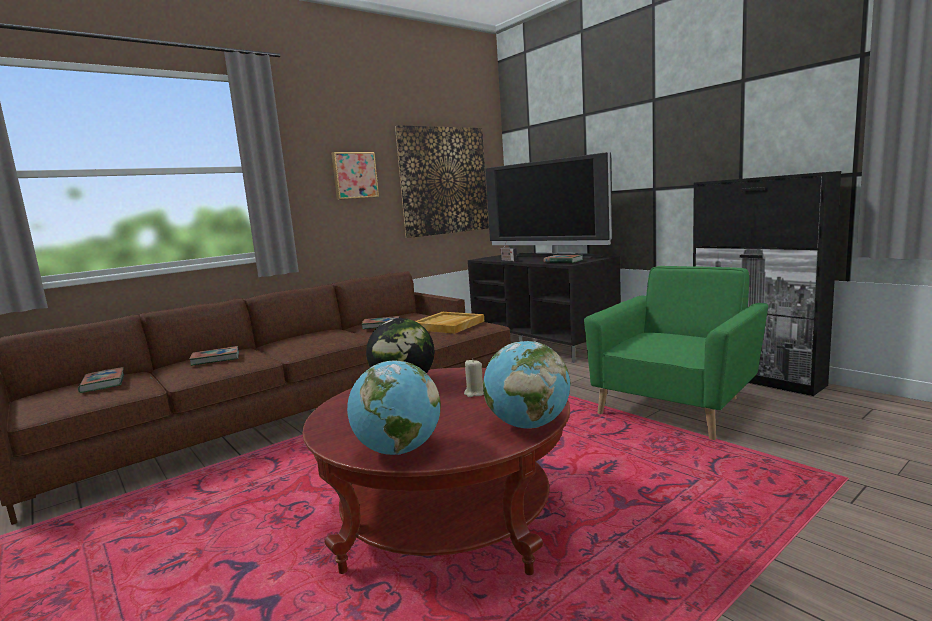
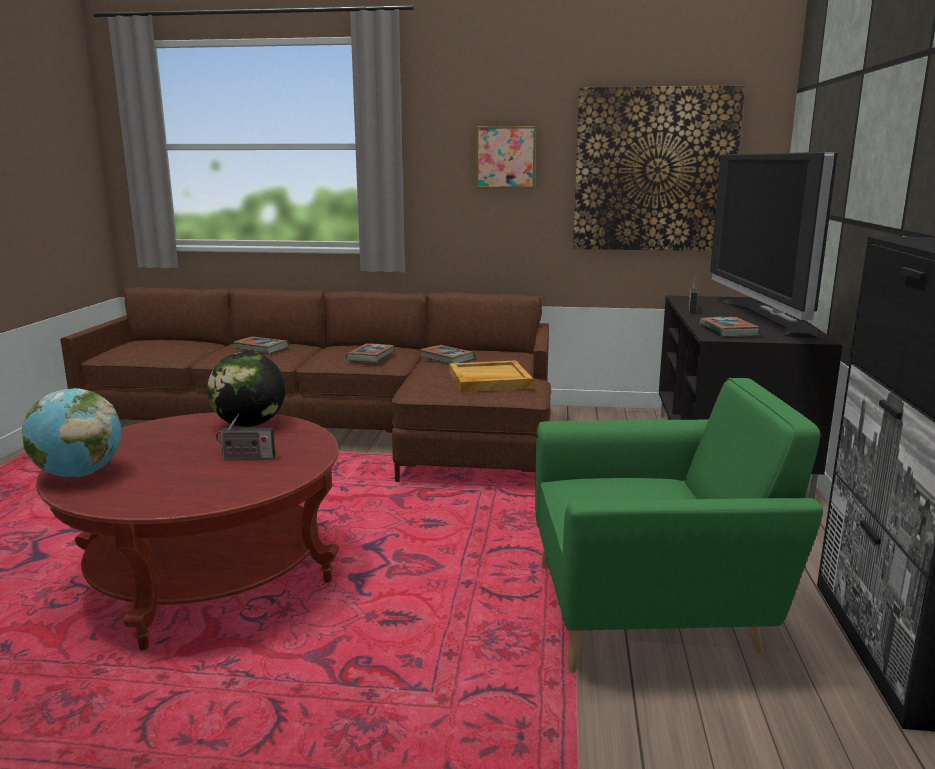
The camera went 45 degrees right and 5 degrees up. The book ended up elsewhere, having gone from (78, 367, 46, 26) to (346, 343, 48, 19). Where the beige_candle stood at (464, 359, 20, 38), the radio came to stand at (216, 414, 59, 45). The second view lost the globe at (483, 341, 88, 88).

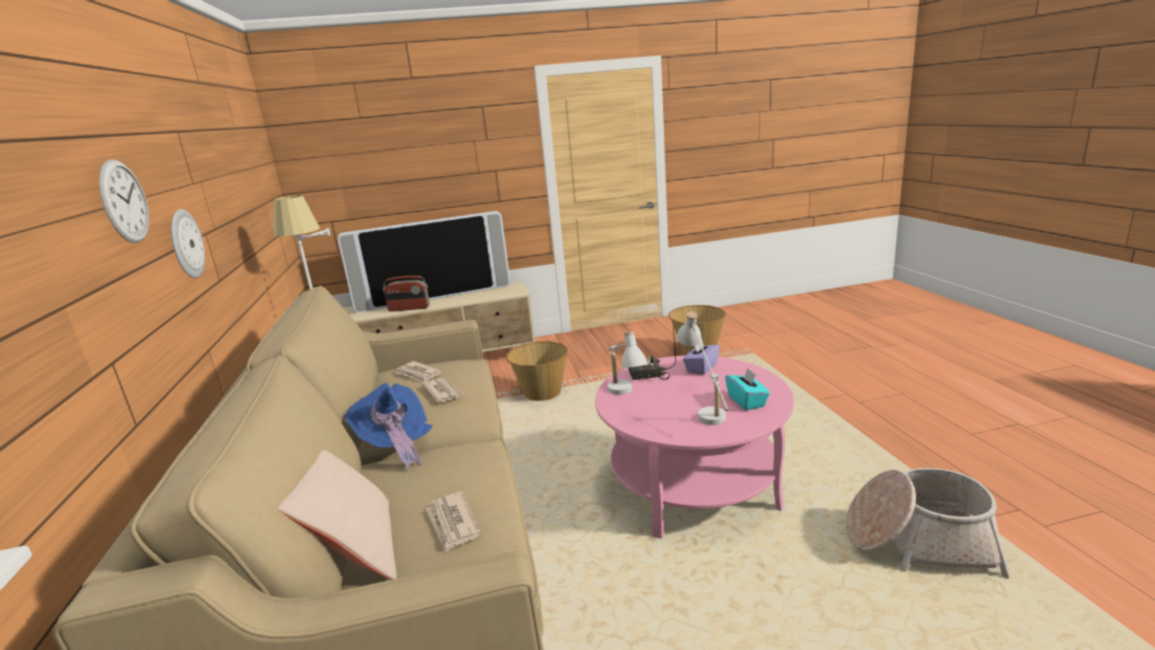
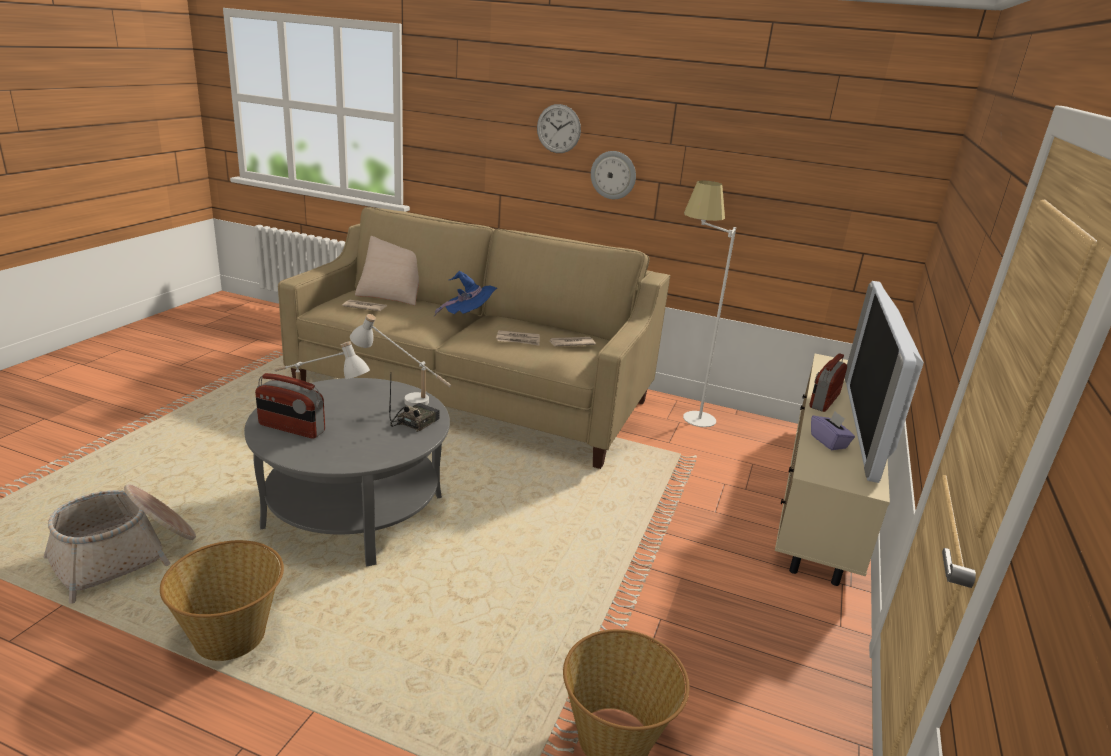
The camera went 120 degrees right and 5 degrees up. The basket ended up elsewhere, having gone from (506, 341, 62, 60) to (160, 540, 124, 121). What was the pink_coffee_table at (595, 355, 199, 184) turned into the grey_coffee_table at (244, 378, 206, 188). The purple_tissue_box ended up elsewhere, having gone from (683, 338, 36, 37) to (811, 411, 44, 39). Where the turquoise_tissue_box stood at (725, 367, 45, 43), the radio came to stand at (255, 373, 70, 65).

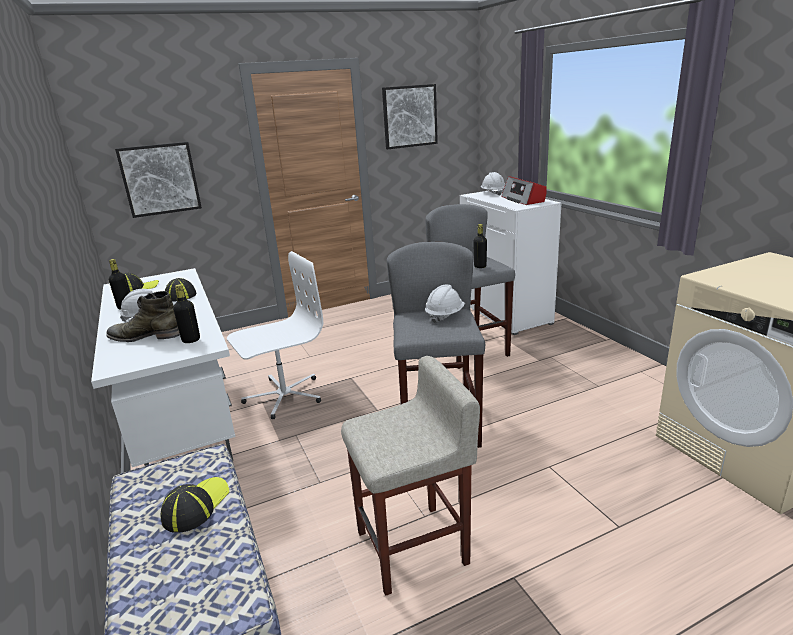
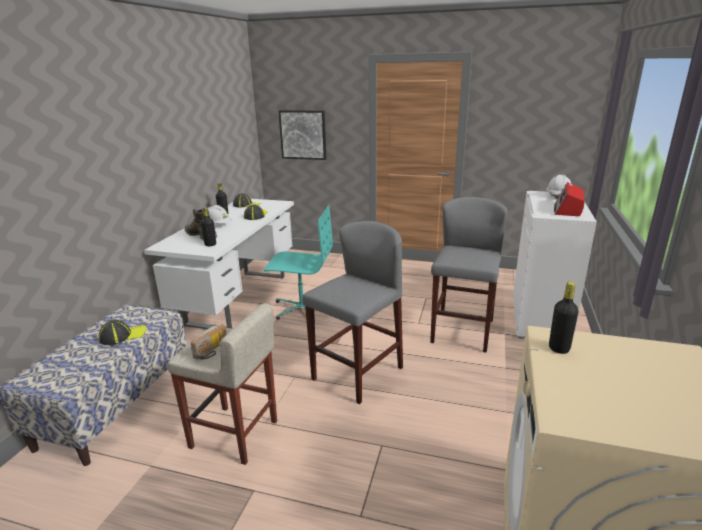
The camera went 40 degrees right and 0 degrees up. What was the white_office_chair at (227, 251, 96, 168) turned into the turquoise_office_chair at (264, 205, 69, 115). The second view lost the picture at (382, 84, 56, 65). The second view lost the white_hard_hat at (425, 284, 40, 39). The black_bottle ended up elsewhere, having gone from (473, 224, 14, 44) to (549, 282, 29, 72). The second view gained the radio at (191, 325, 36, 35).

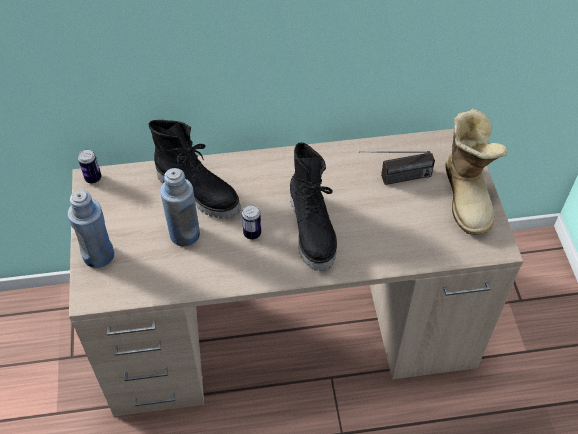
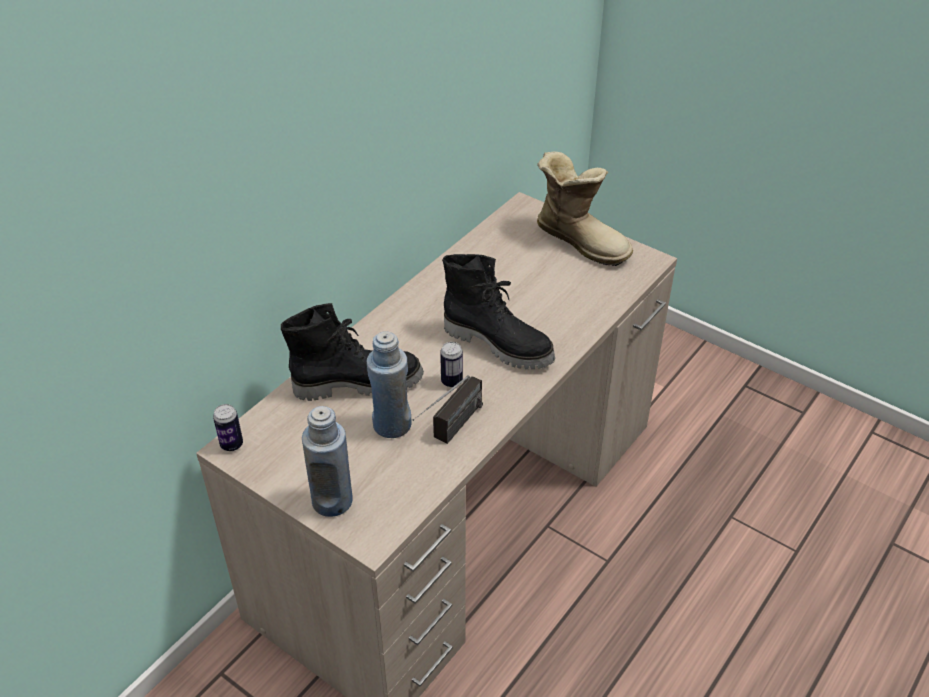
The camera went 45 degrees left and 10 degrees down. The radio ended up elsewhere, having gone from (359, 151, 76, 34) to (413, 375, 70, 69).

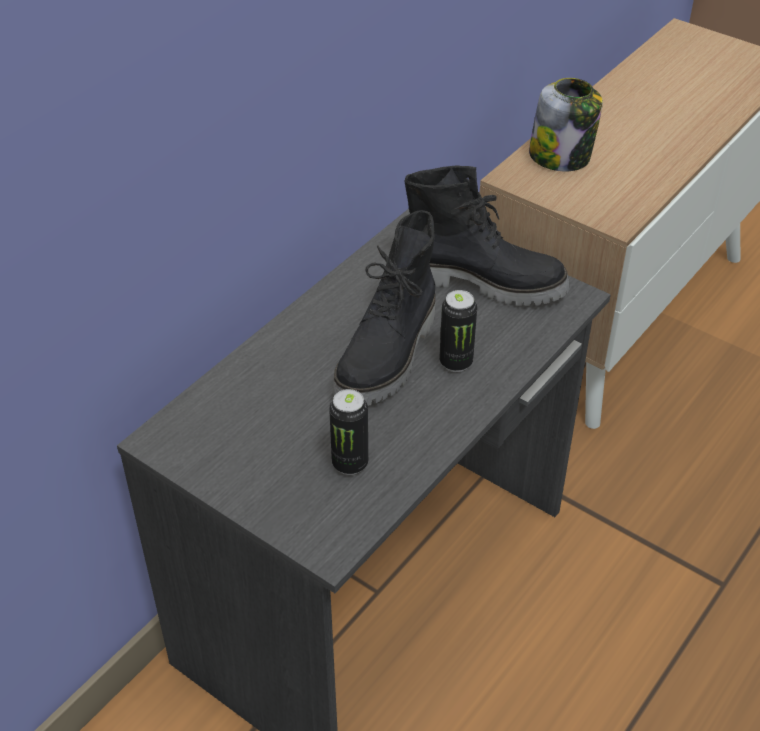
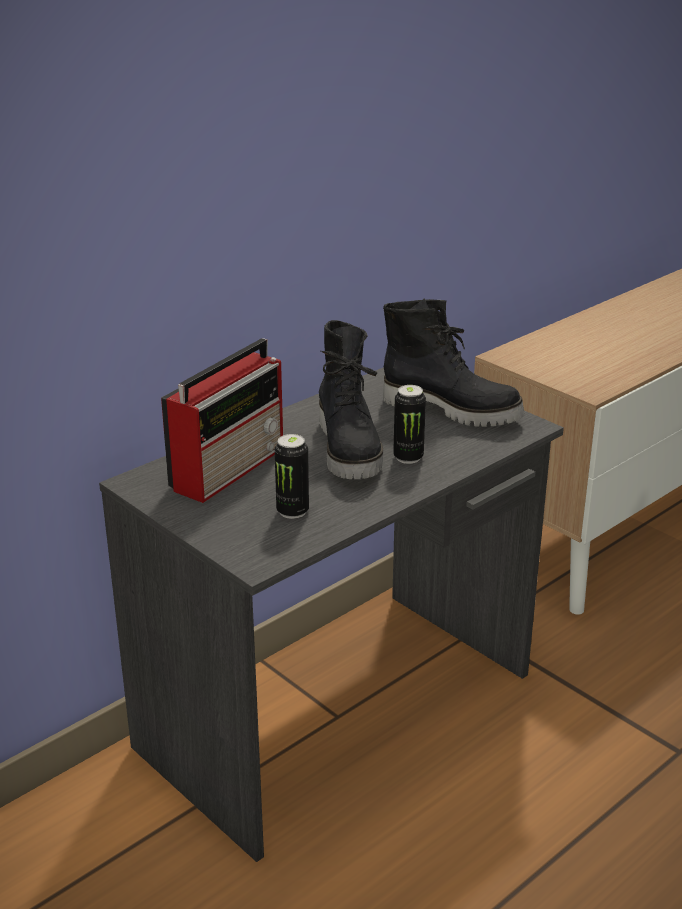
The camera went 10 degrees right and 15 degrees down. The black_boot at (333, 210, 103, 196) ended up facing another way, 45 degrees counterclockwise from before. The second view lost the jar at (529, 78, 74, 93). The second view gained the radio at (161, 338, 122, 165).

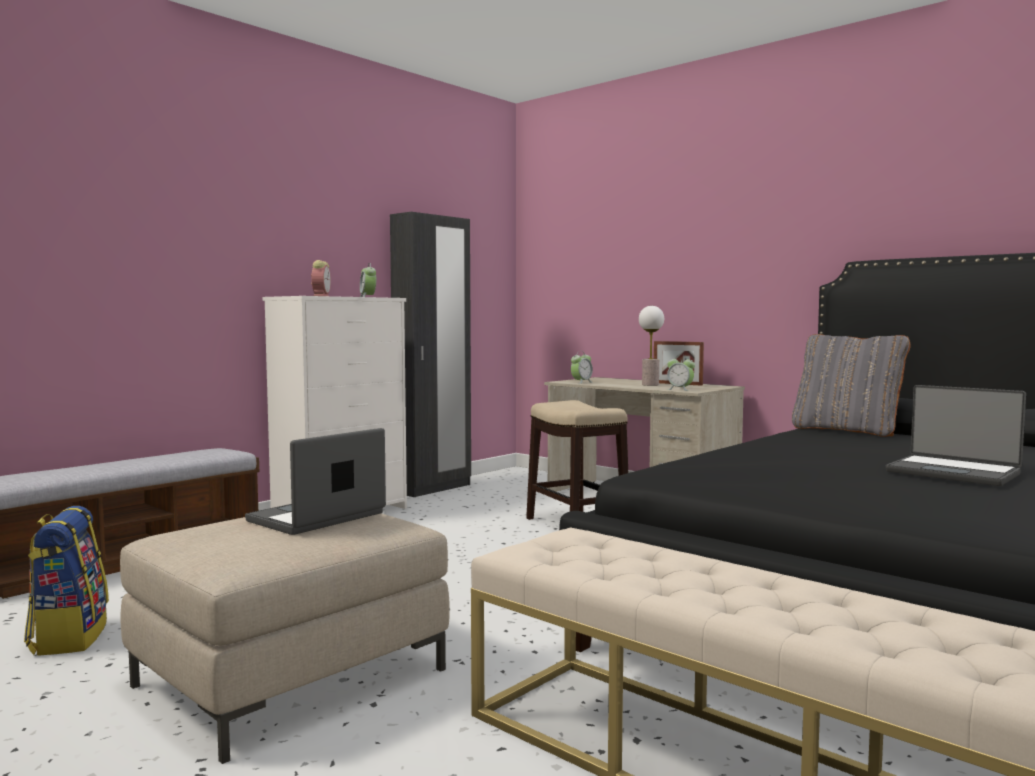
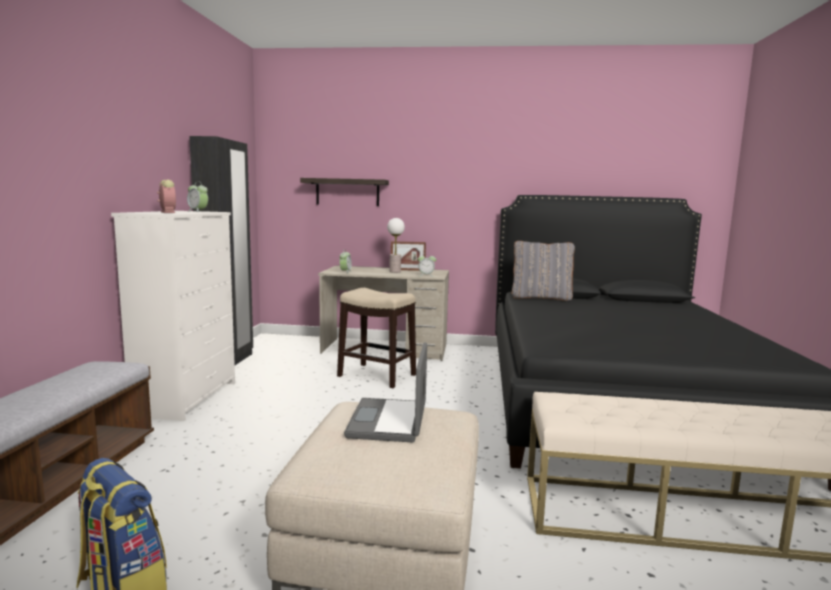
The camera went 35 degrees left and 5 degrees up. The second view lost the laptop at (886, 385, 140, 101). The second view gained the shelf at (300, 178, 89, 28).

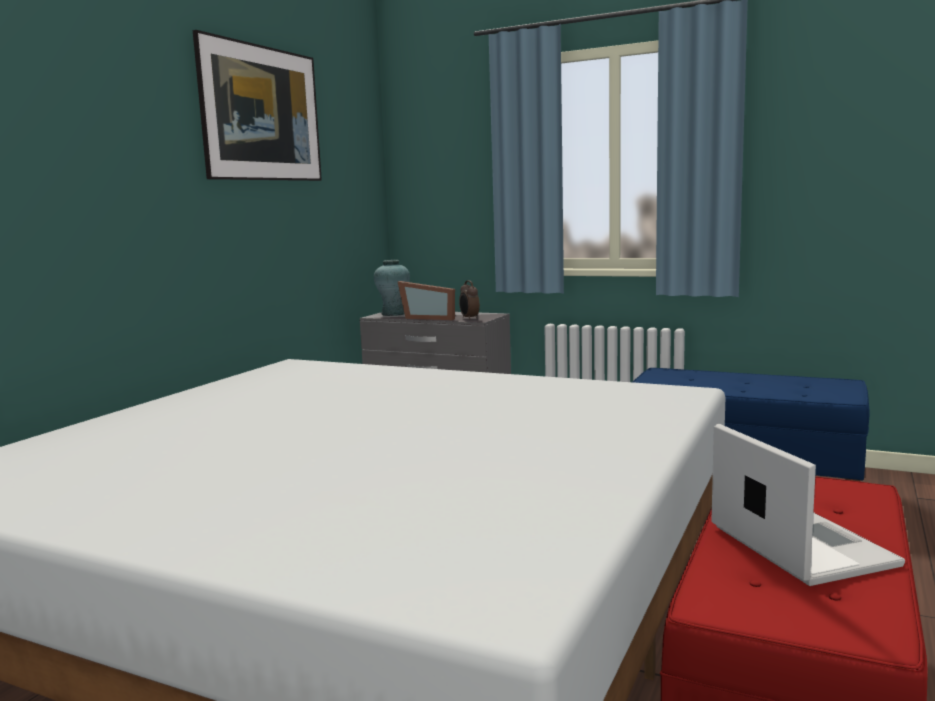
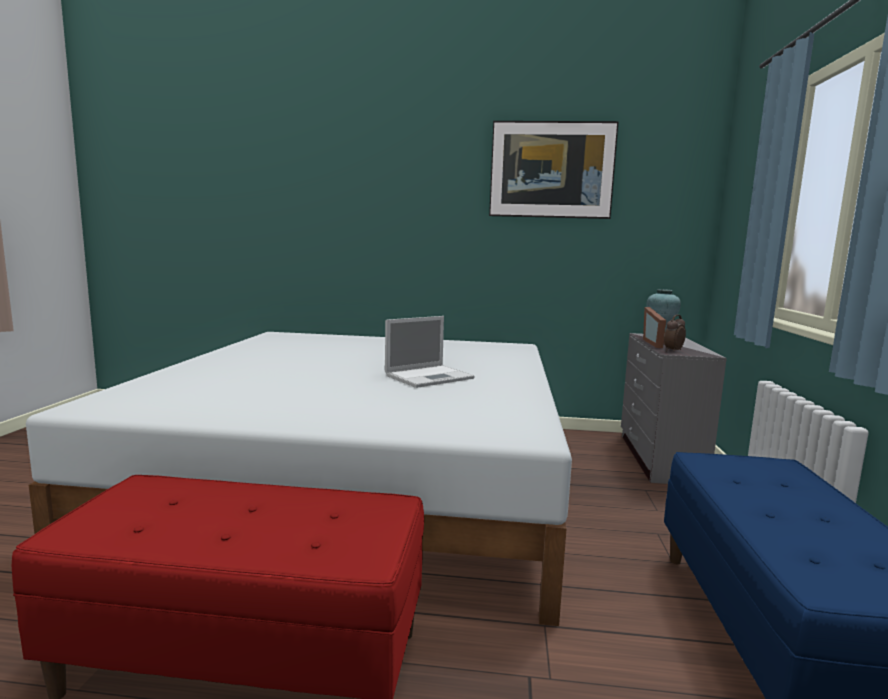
The camera went 70 degrees right and 0 degrees up. The laptop ended up elsewhere, having gone from (711, 424, 194, 162) to (385, 316, 89, 72).

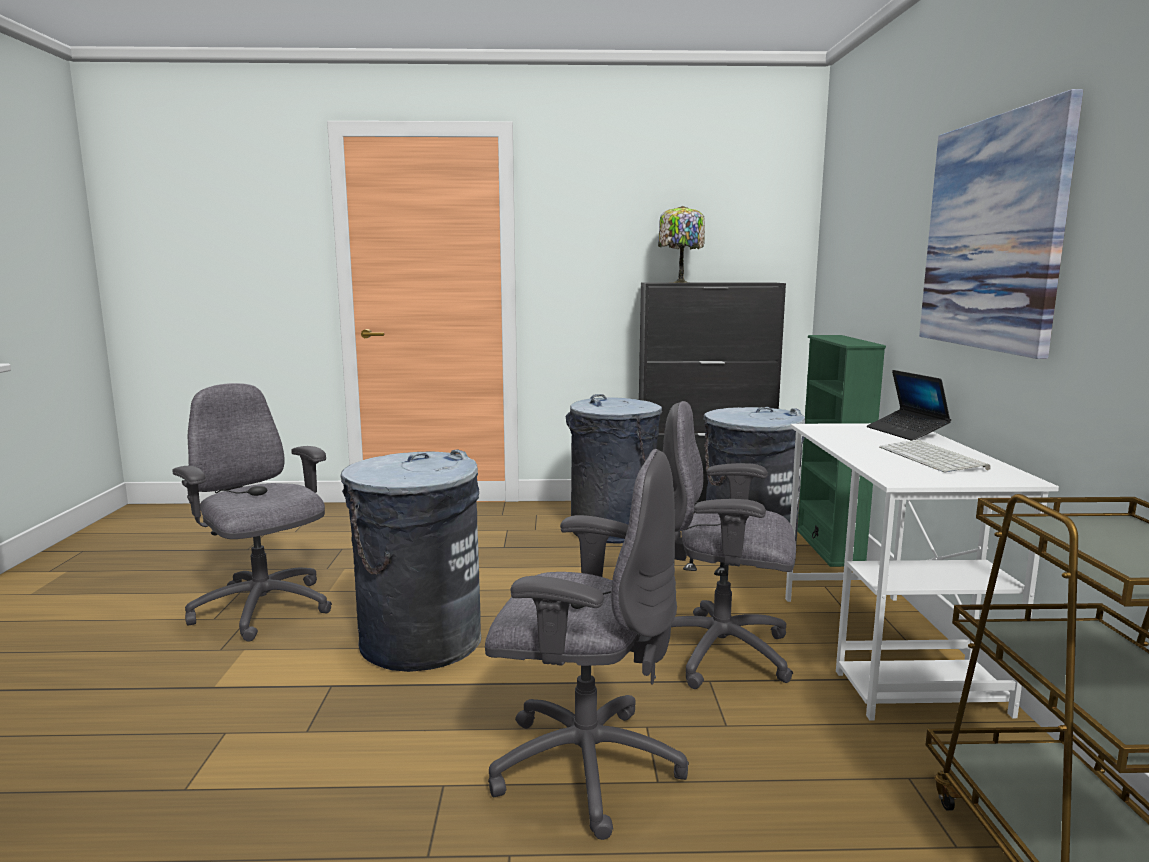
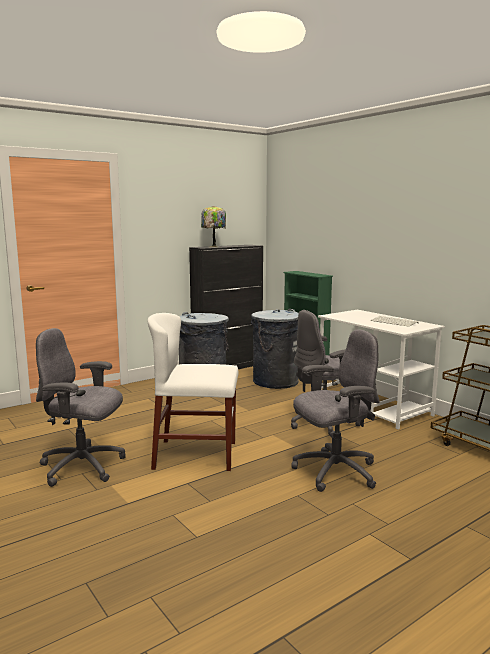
The camera went 35 degrees left and 0 degrees up. Where the grey_trash_can stood at (340, 450, 141, 222), the white_chair came to stand at (148, 313, 91, 158). The second view lost the laptop at (867, 370, 84, 70). The second view lost the picture at (919, 89, 164, 270).

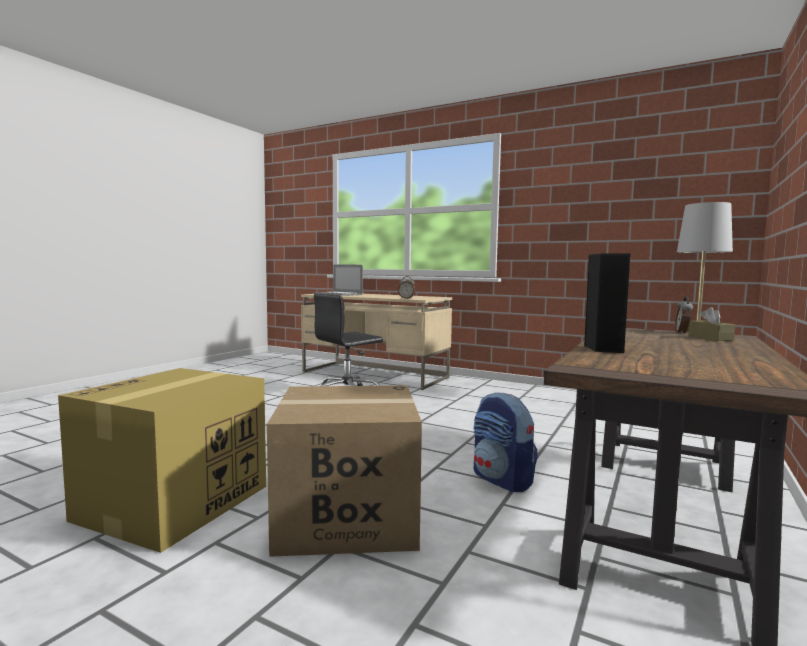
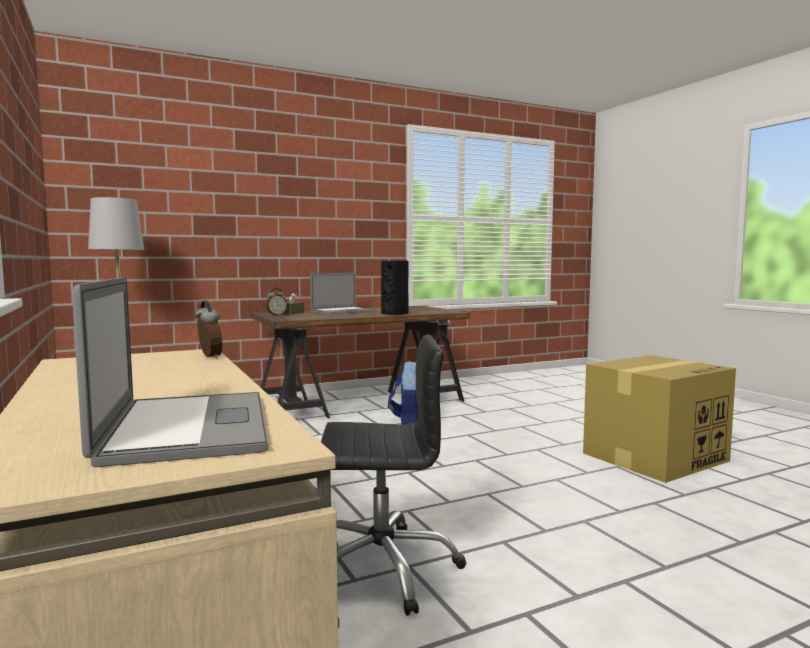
The camera went 145 degrees left and 0 degrees up. The second view lost the cardboard_box at (267, 386, 155, 171). The second view gained the laptop at (310, 273, 65, 41).

